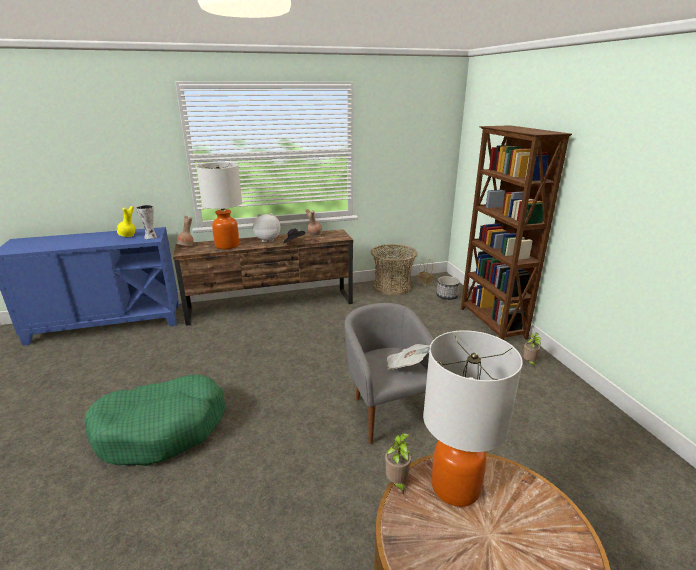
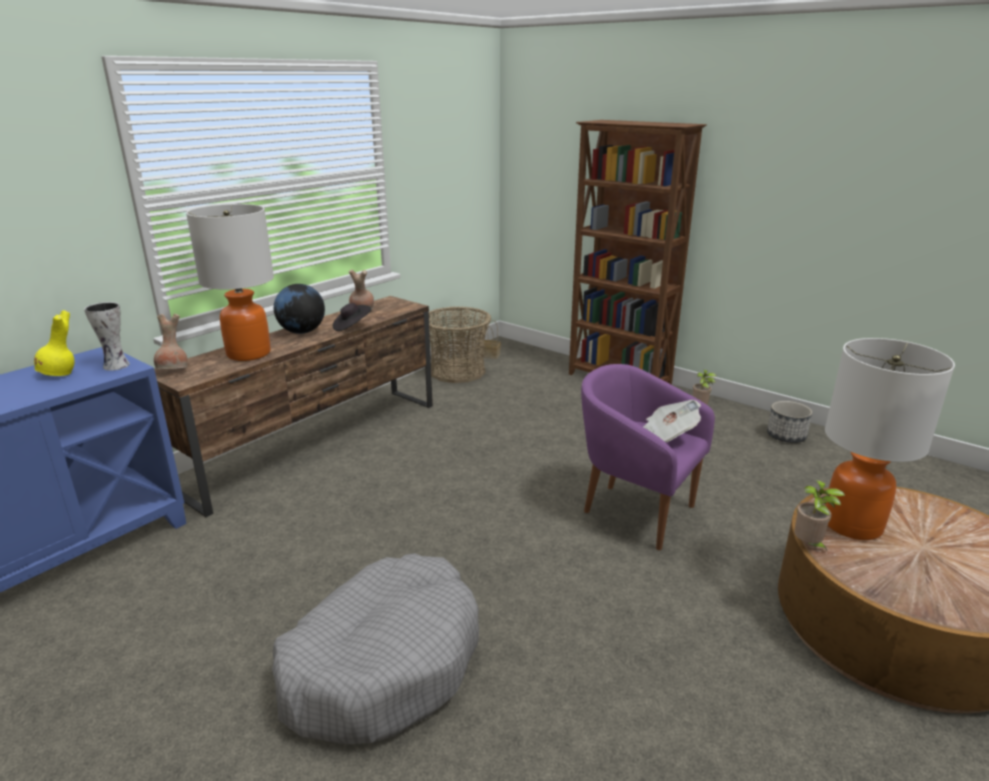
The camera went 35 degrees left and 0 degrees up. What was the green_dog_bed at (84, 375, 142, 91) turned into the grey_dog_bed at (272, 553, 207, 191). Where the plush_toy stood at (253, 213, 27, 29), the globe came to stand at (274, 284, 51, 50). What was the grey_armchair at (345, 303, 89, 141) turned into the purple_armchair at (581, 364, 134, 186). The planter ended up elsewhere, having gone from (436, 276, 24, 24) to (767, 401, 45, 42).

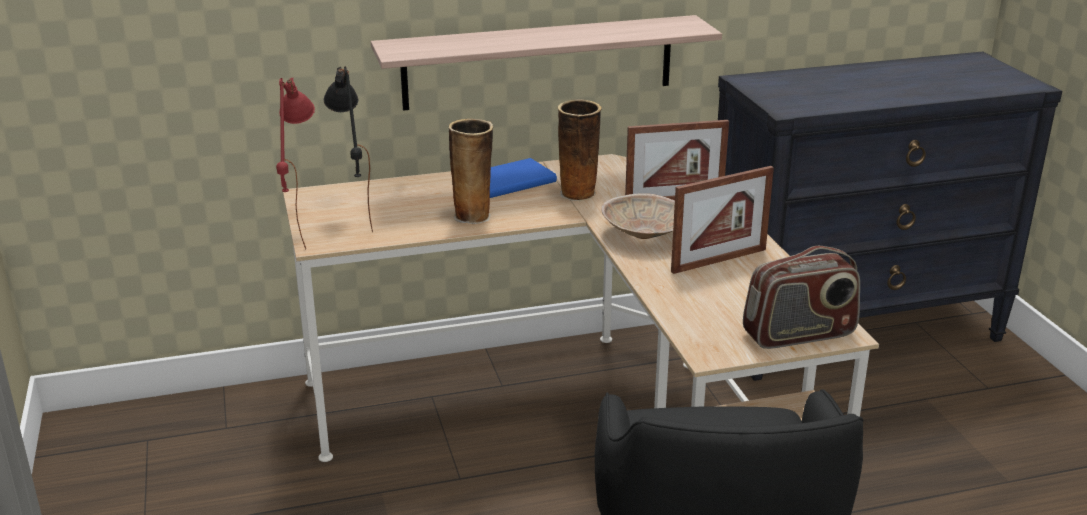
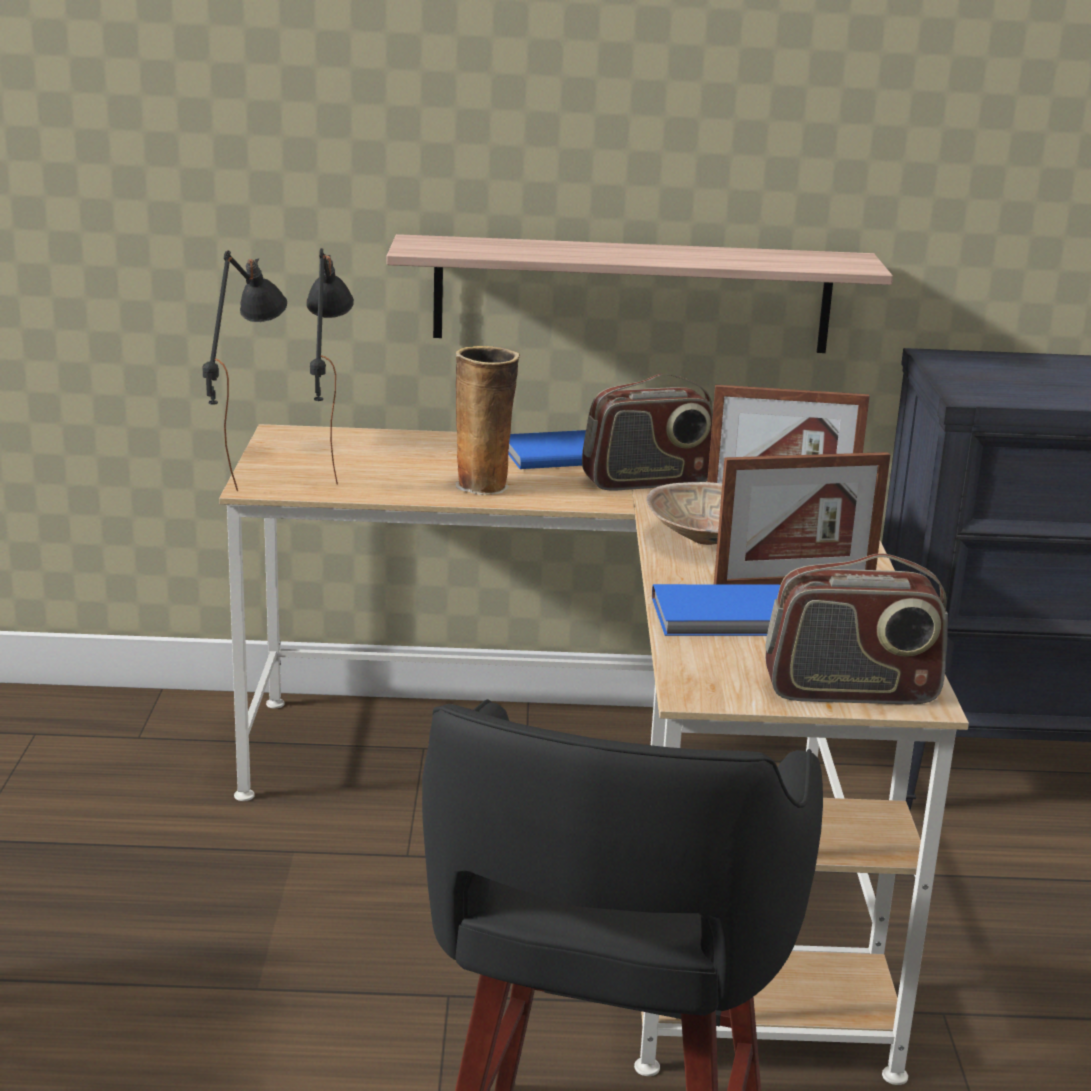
The camera went 15 degrees right and 5 degrees down. What was the red_table_lamp at (276, 78, 39, 171) turned into the black_table_lamp at (202, 250, 85, 241). Where the vase stood at (558, 99, 44, 102), the radio came to stand at (582, 373, 131, 118). The second view gained the blue_book at (652, 584, 128, 52).

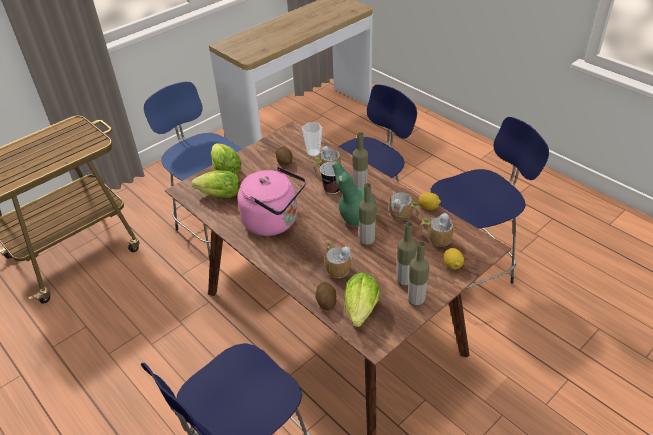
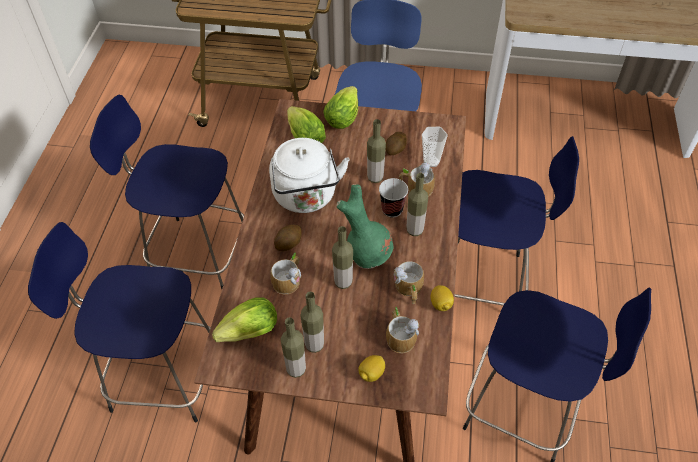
The camera went 50 degrees right and 10 degrees up. What was the pink_kettle at (237, 167, 69, 69) turned into the white_kettle at (269, 138, 81, 75). The potato ended up elsewhere, having gone from (315, 282, 21, 28) to (274, 224, 28, 27). The second view gained the blue_stool at (90, 95, 154, 194). The second view gained the bottle at (367, 119, 19, 64).

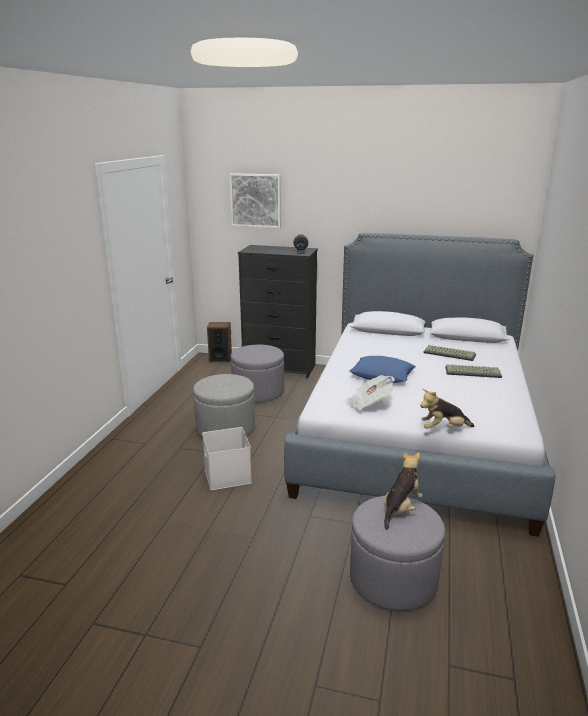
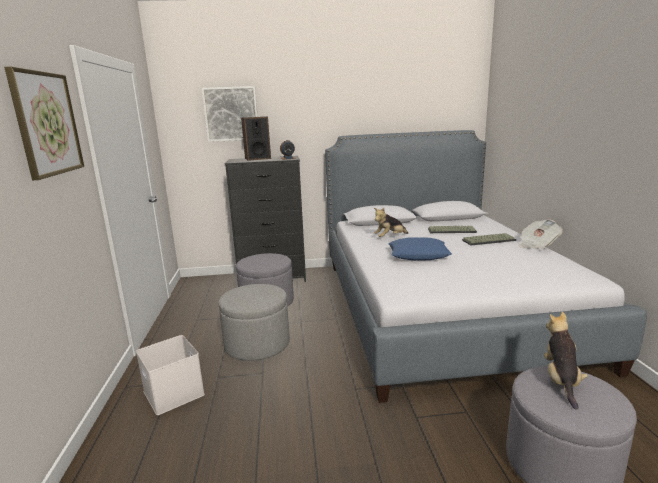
The camera went 20 degrees left and 5 degrees down. The white_storage_box ended up elsewhere, having gone from (202, 427, 50, 63) to (136, 335, 69, 80). The speaker ended up elsewhere, having gone from (207, 322, 25, 40) to (241, 116, 30, 45). The newspaper ended up elsewhere, having gone from (345, 375, 50, 35) to (518, 219, 45, 30). The plush_toy ended up elsewhere, having gone from (420, 389, 54, 40) to (374, 208, 34, 29). The second view gained the picture at (4, 67, 80, 113).

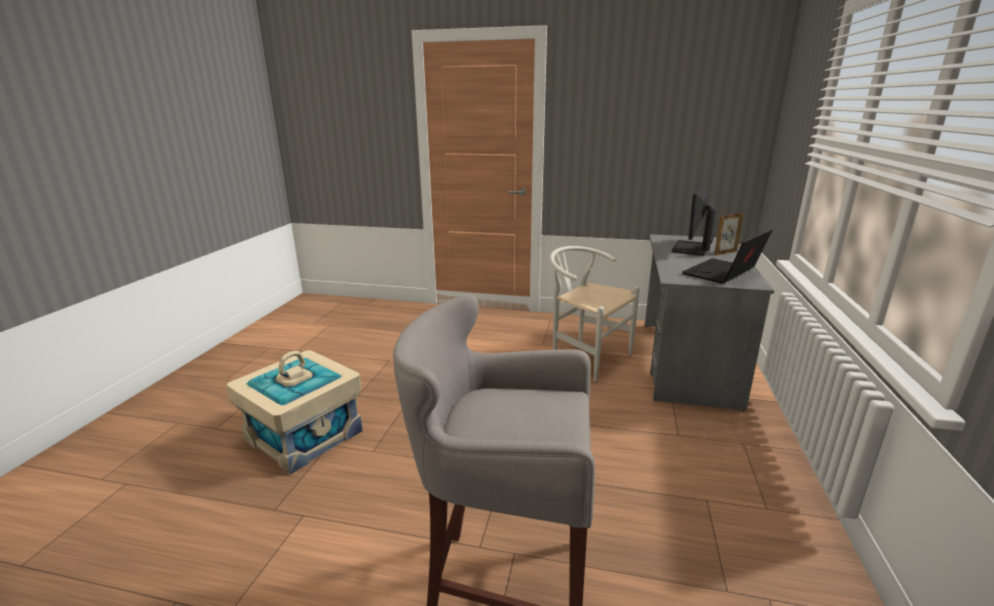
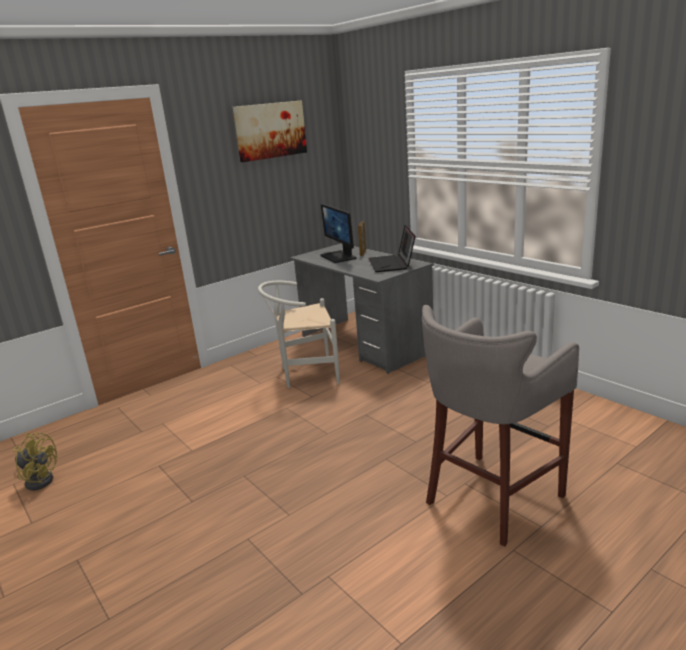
The camera went 50 degrees left and 0 degrees up. The second view lost the beige_storage_box at (226, 350, 137, 124). The second view gained the yellow_fan at (13, 433, 45, 58). The second view gained the picture at (233, 101, 74, 61).

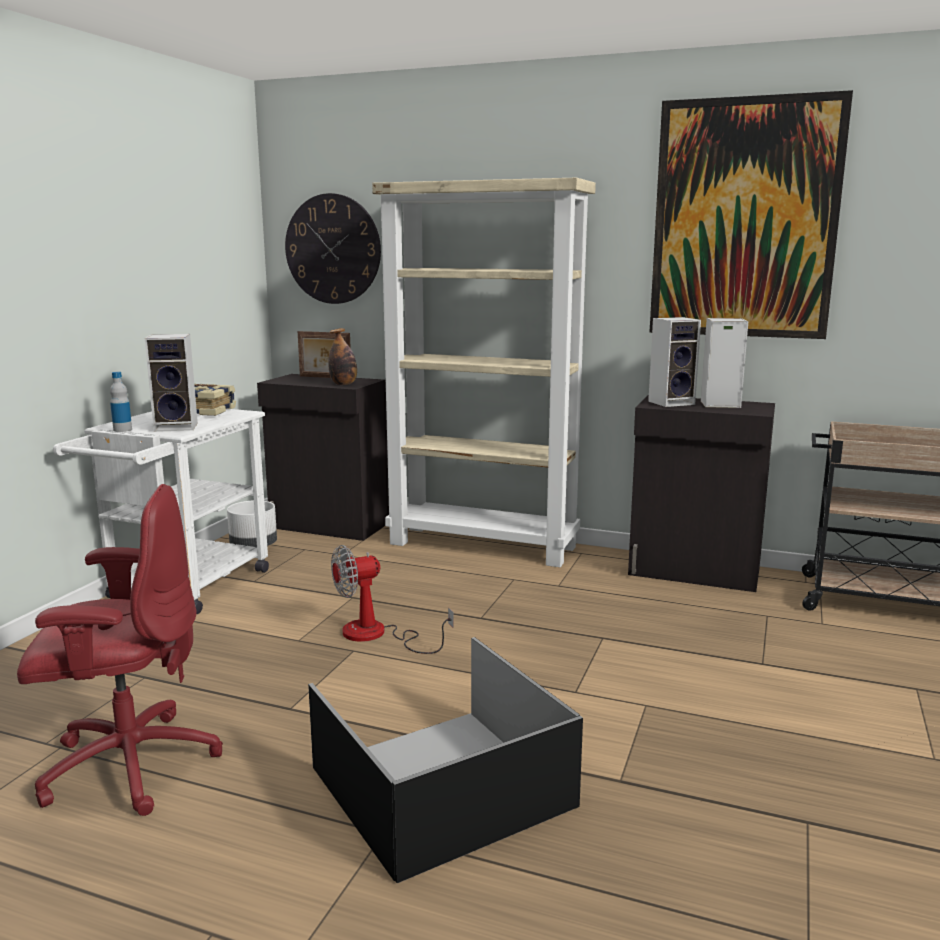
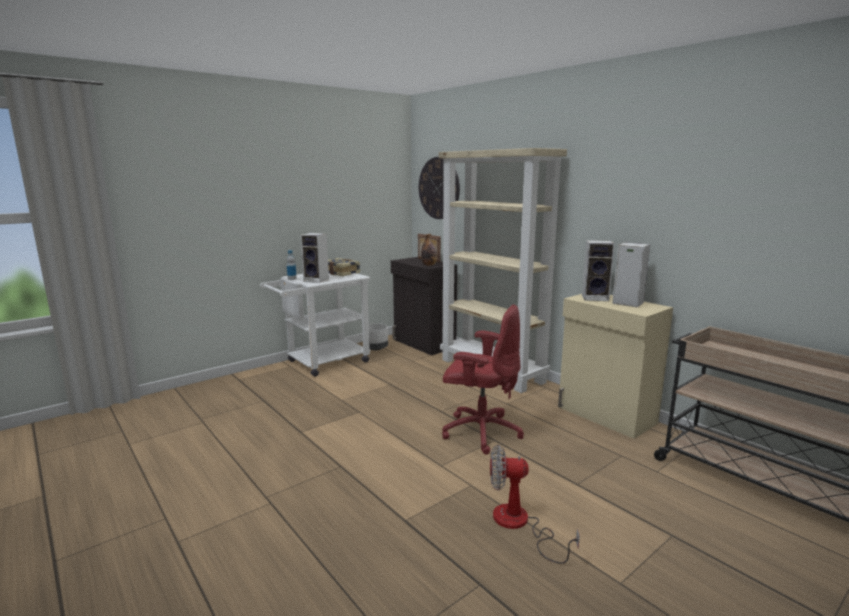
The camera went 30 degrees right and 0 degrees up. The red_office_chair ended up elsewhere, having gone from (17, 484, 206, 332) to (442, 304, 82, 150). The second view lost the black_storage_box at (308, 637, 275, 246). The fan ended up elsewhere, having gone from (331, 545, 123, 109) to (490, 445, 90, 119). What was the black_cabinet at (628, 395, 147, 197) turned into the beige_cabinet at (558, 294, 115, 145). The second view lost the picture at (649, 90, 204, 249).

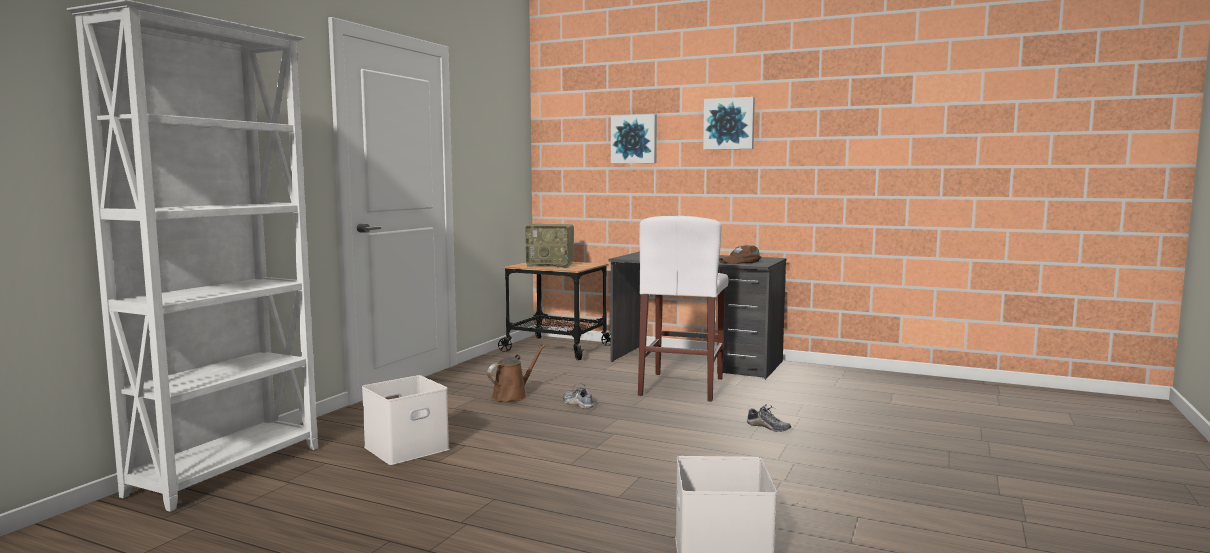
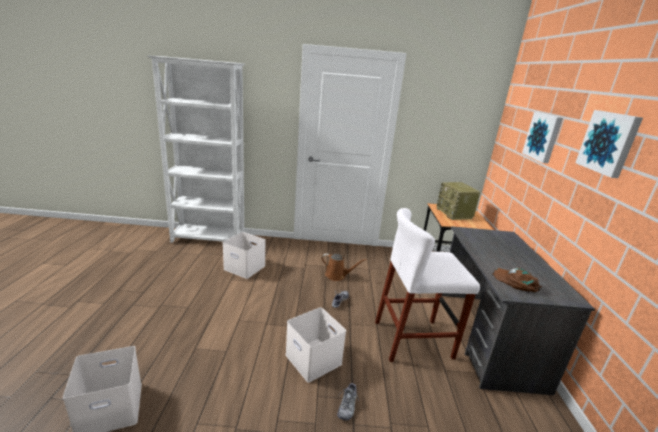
The camera went 65 degrees right and 15 degrees up. The second view gained the white_storage_box at (285, 307, 61, 76).

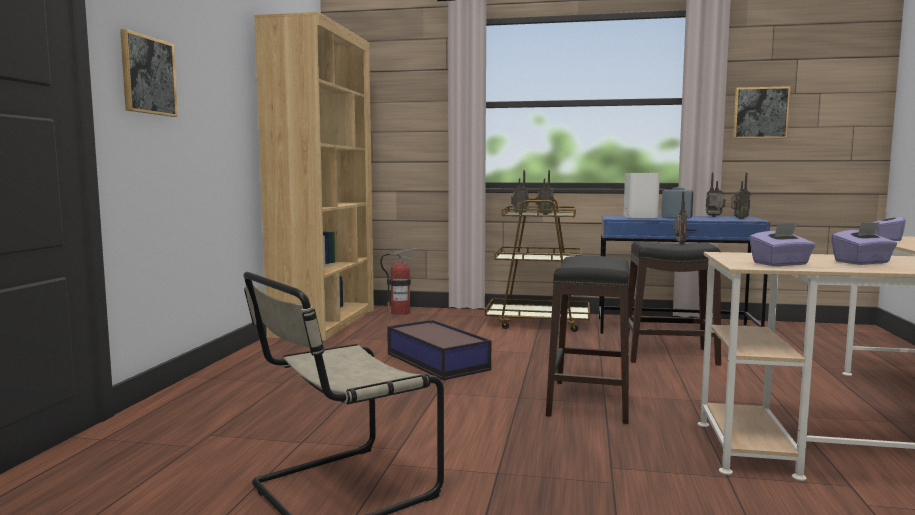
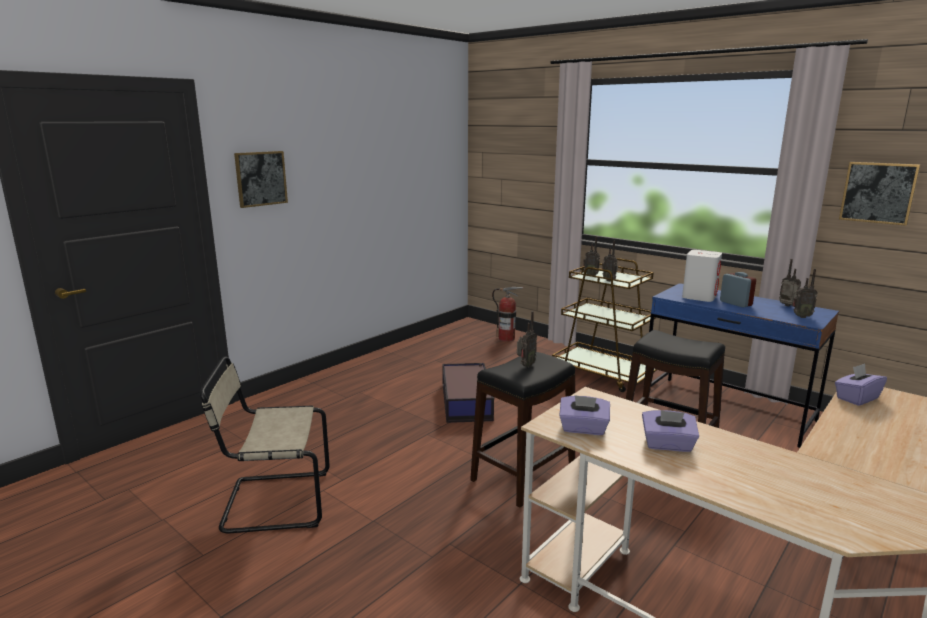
The camera went 30 degrees right and 10 degrees up. The second view lost the brown_bookcase at (254, 12, 120, 328). The radio ended up elsewhere, having gone from (673, 192, 14, 53) to (517, 311, 20, 56).

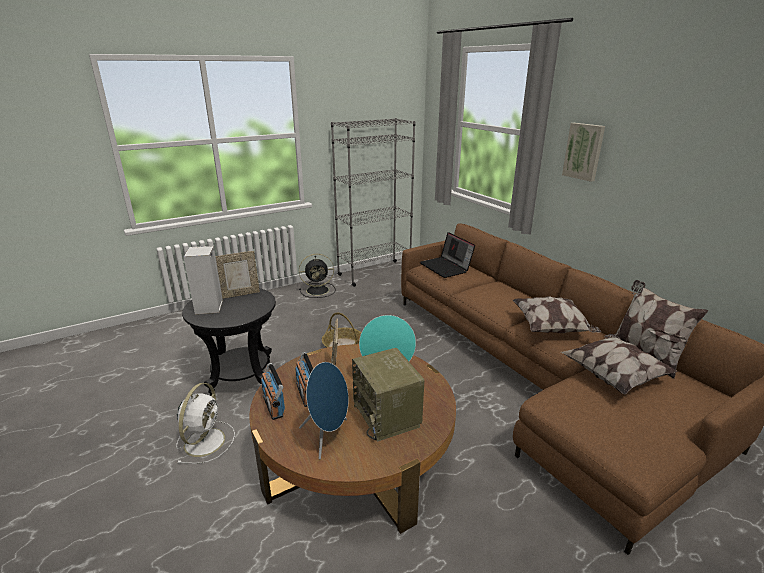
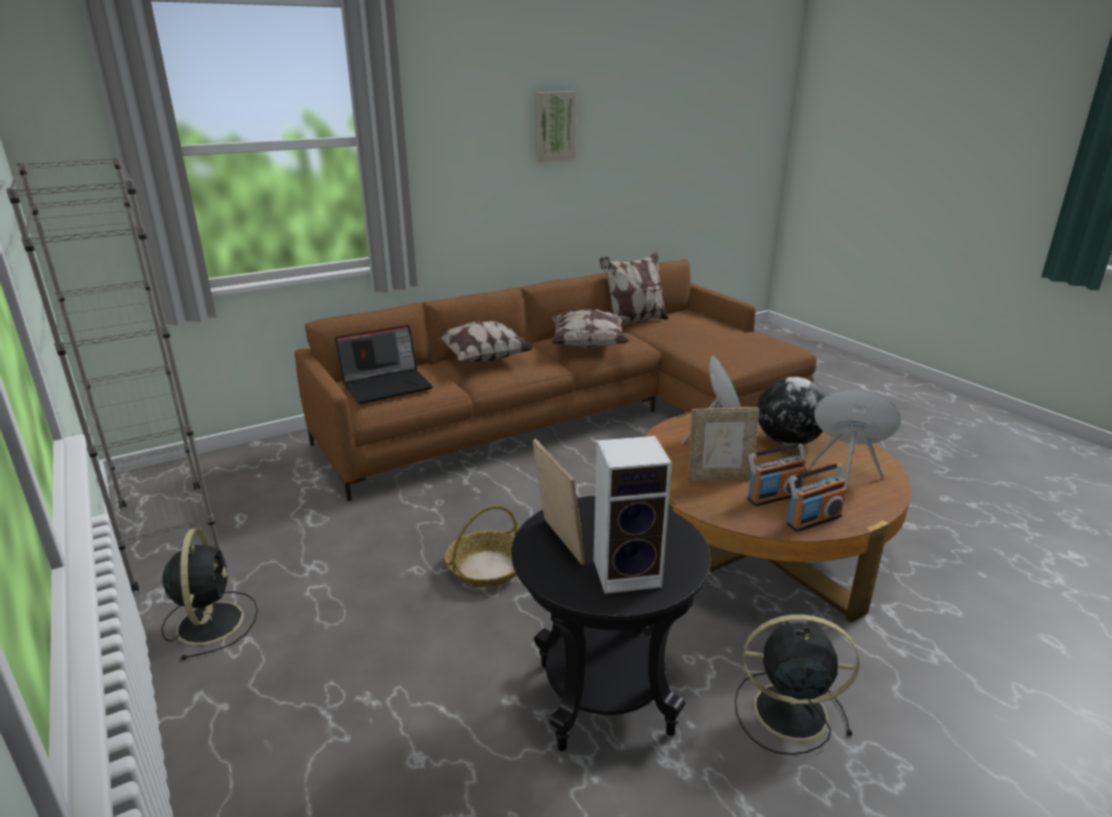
The camera went 90 degrees left and 0 degrees up. What was the white_fan at (176, 383, 59, 81) turned into the black_fan at (735, 614, 124, 141). Where the radio stood at (352, 348, 73, 94), the globe came to stand at (757, 377, 69, 69). The pillow ended up elsewhere, having gone from (561, 334, 117, 61) to (432, 321, 103, 42). The picture ended up elsewhere, having gone from (562, 123, 43, 59) to (535, 91, 41, 71).

